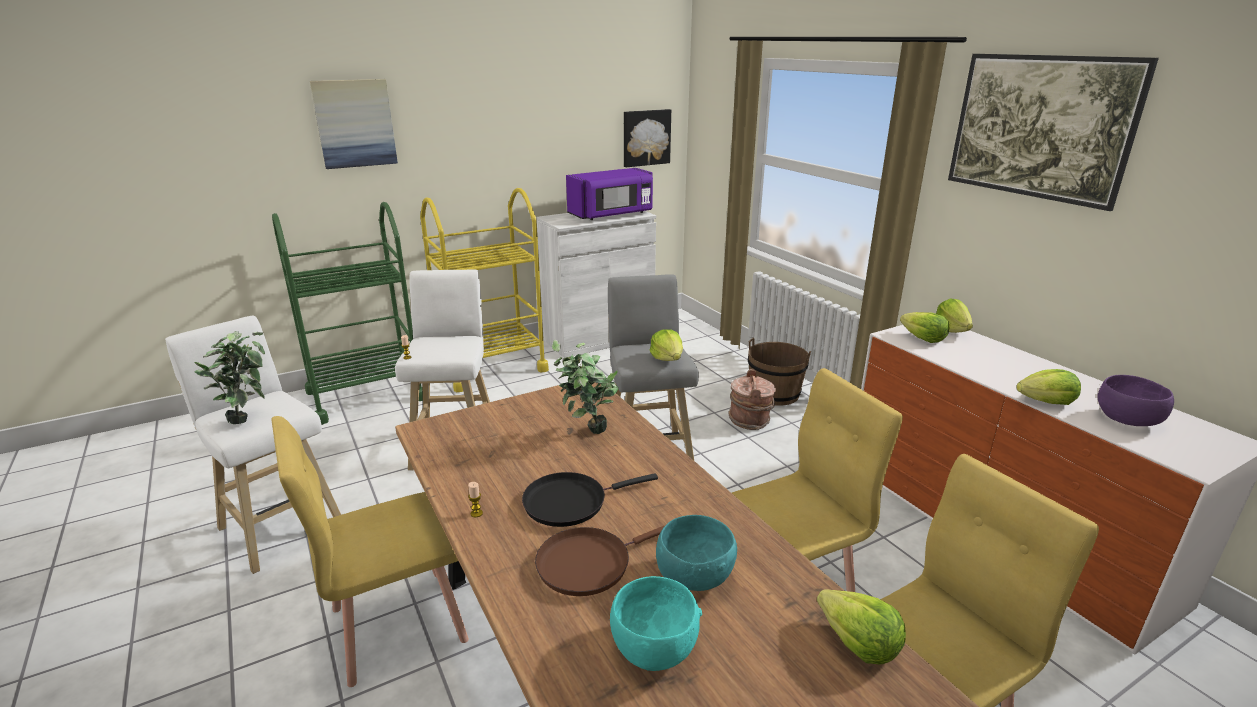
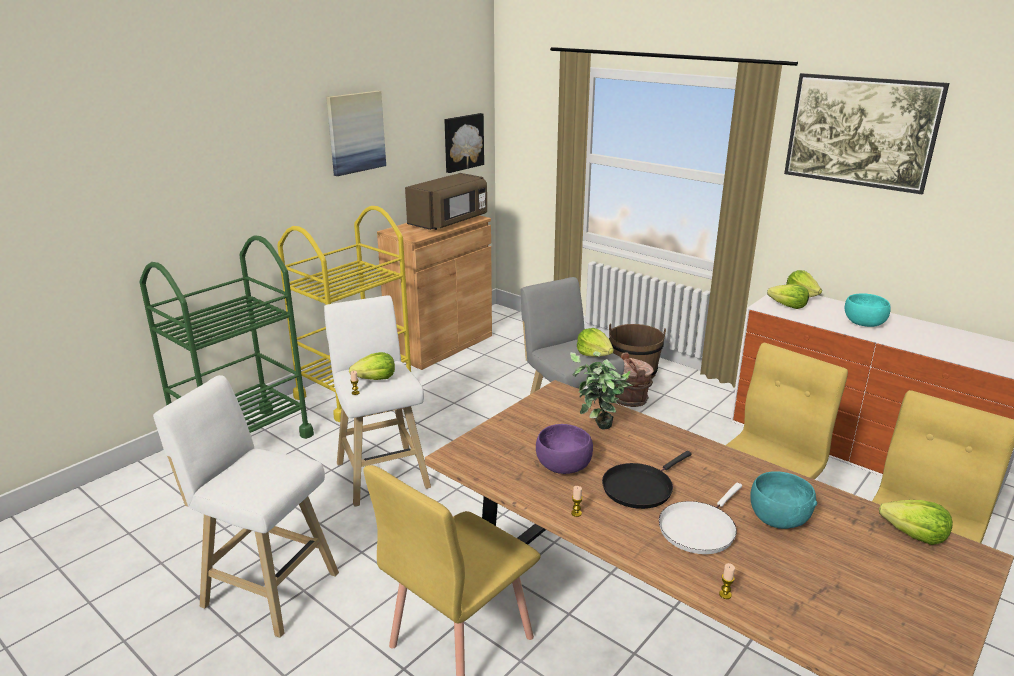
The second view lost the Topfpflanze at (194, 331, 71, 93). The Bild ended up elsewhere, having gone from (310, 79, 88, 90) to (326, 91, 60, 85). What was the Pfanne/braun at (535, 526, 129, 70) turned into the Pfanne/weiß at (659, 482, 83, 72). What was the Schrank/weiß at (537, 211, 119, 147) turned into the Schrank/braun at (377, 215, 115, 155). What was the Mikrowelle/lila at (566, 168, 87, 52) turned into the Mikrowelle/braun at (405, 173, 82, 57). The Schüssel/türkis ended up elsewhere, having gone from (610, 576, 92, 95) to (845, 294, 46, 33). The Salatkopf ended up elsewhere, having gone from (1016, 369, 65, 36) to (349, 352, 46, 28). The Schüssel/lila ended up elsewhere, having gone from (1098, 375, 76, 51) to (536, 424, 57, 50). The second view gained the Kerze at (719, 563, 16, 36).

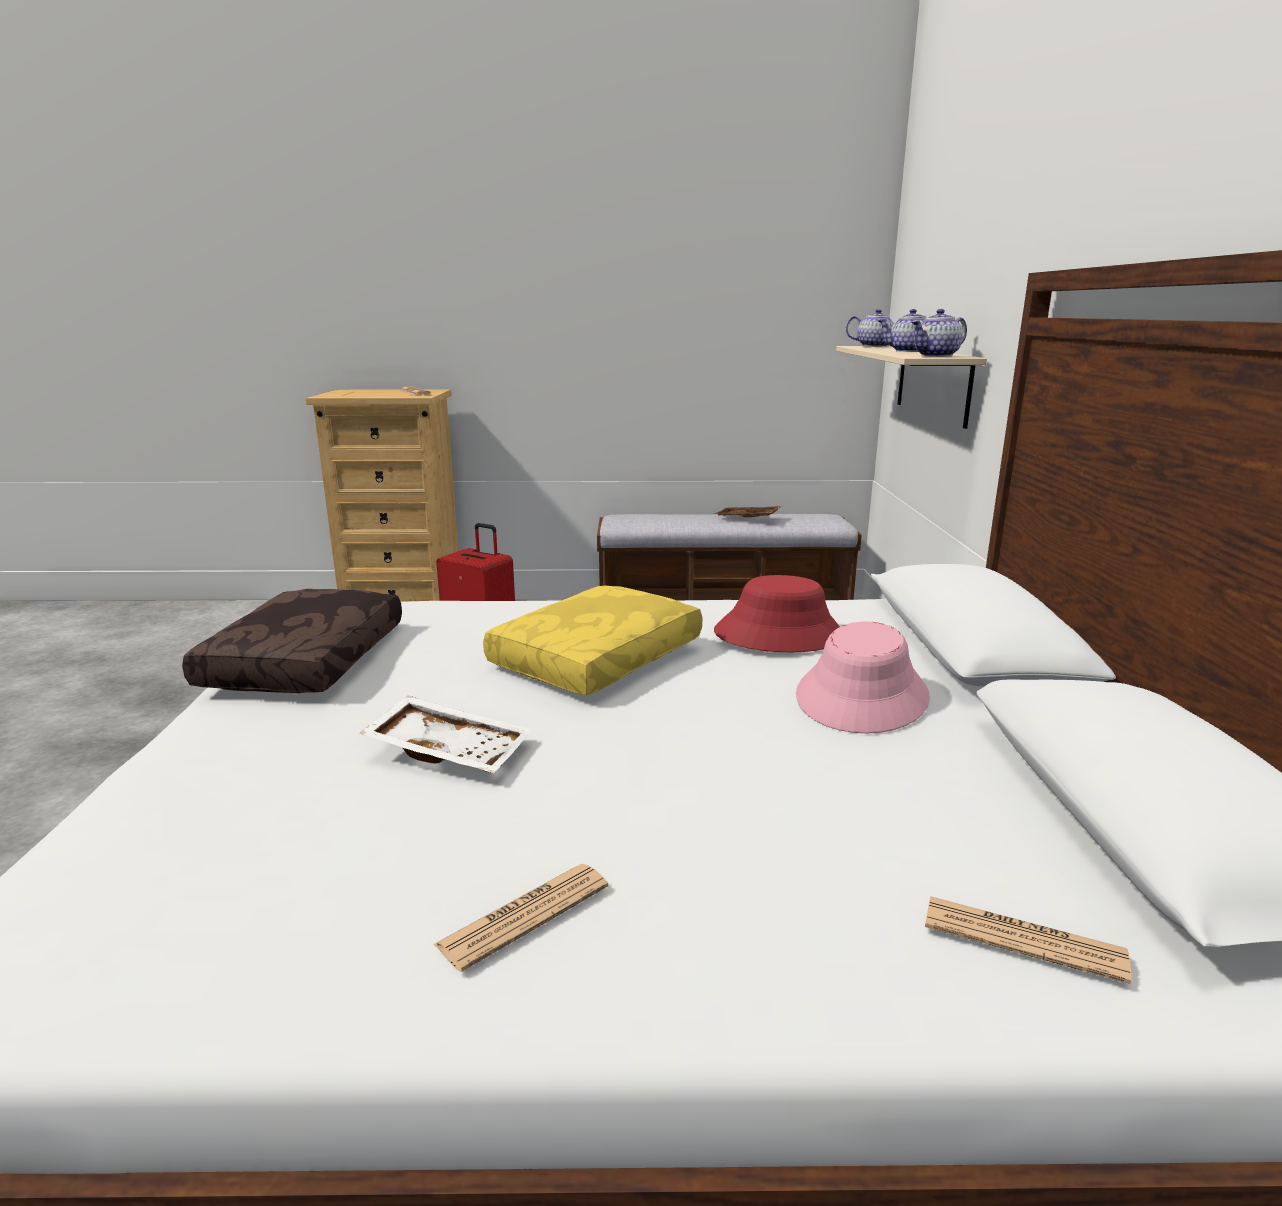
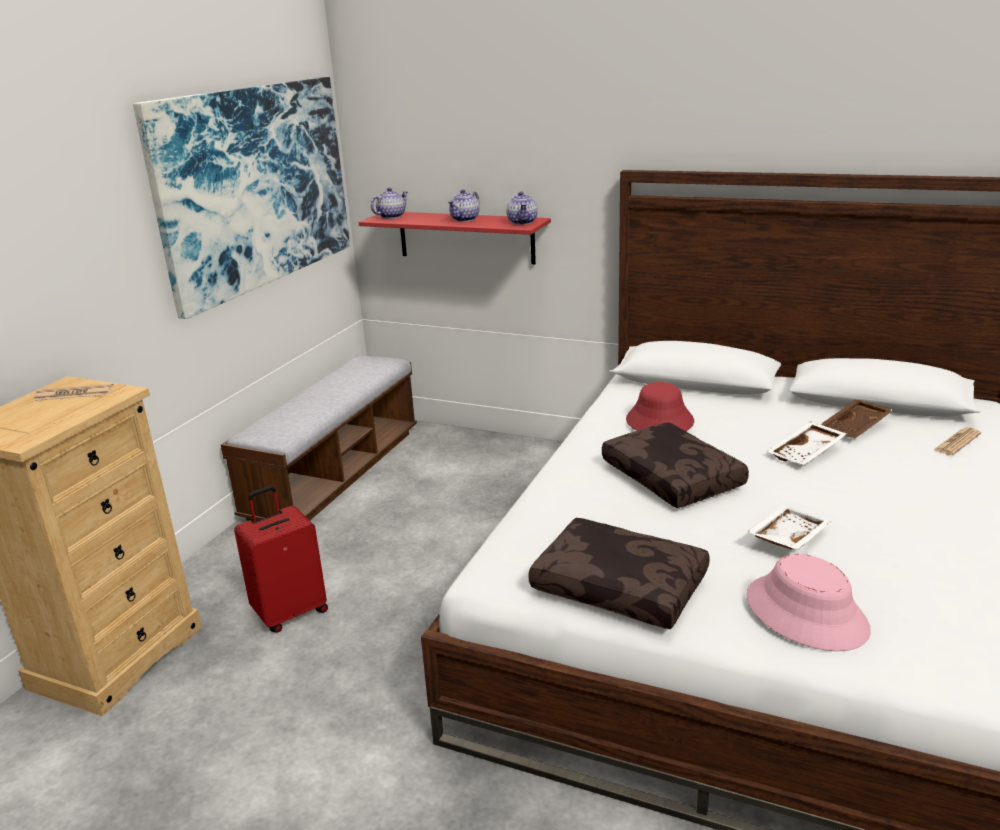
The second view lost the Zeitung at (433, 864, 175, 108). What was the Kissen/gelb at (483, 585, 219, 110) turned into the Kissen/braun at (602, 422, 147, 86). The Tablett/braun ended up elsewhere, having gone from (714, 506, 68, 12) to (820, 400, 73, 38). The Hut/rosa ended up elsewhere, having gone from (796, 621, 134, 112) to (746, 554, 125, 97). What was the Wandregal/beige at (836, 346, 151, 83) turned into the Wandregal/rot at (358, 212, 193, 52). The second view gained the Bild at (133, 77, 217, 242). The second view gained the Tablett/weiß at (767, 421, 80, 44).

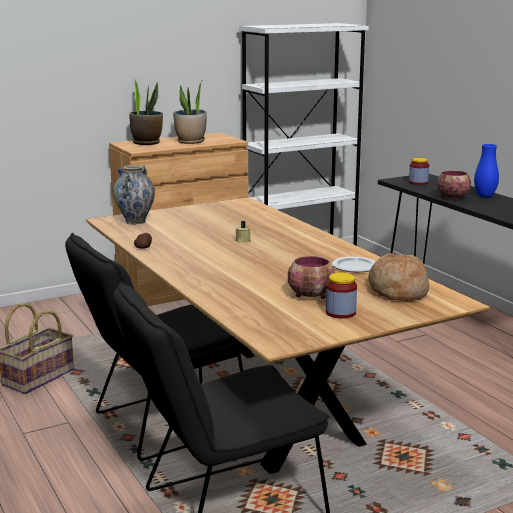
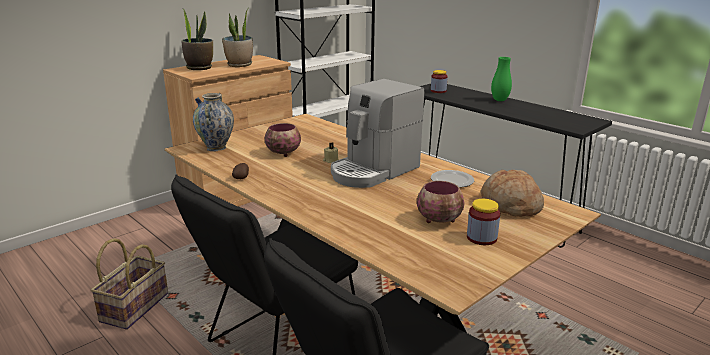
The Schüssel ended up elsewhere, having gone from (436, 170, 35, 31) to (264, 123, 37, 34). What was the Vase/blau at (474, 144, 25, 53) turned into the Vase/grün at (491, 57, 21, 44). The second view gained the Kaffeemaschine at (331, 79, 93, 109).

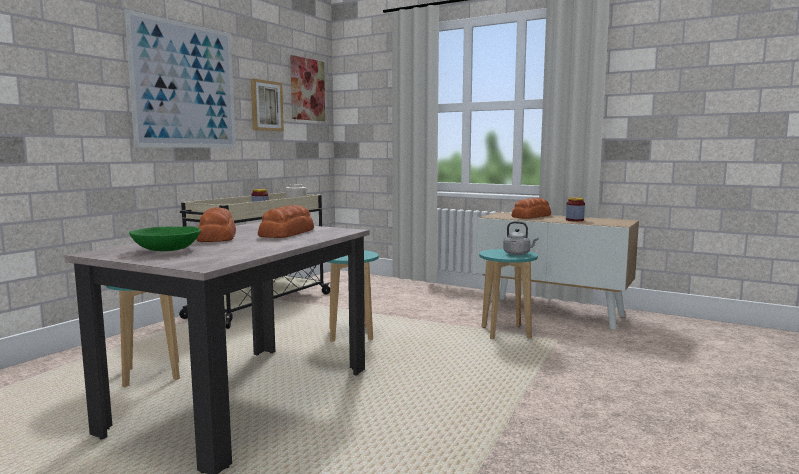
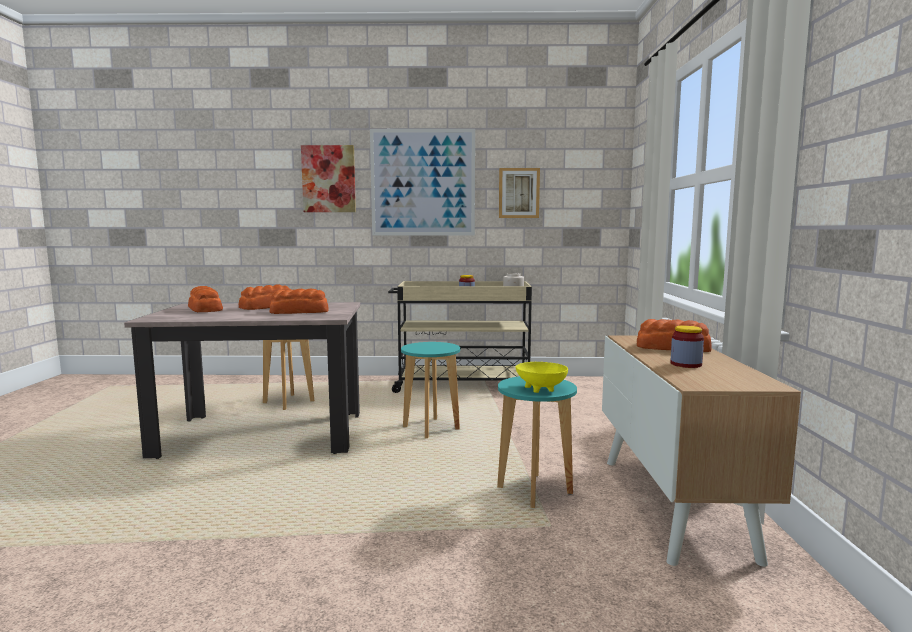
Where the Schüssel/grün stood at (129, 226, 72, 25), the Brot came to stand at (188, 286, 35, 26). The Bild ended up elsewhere, having gone from (290, 55, 35, 66) to (301, 145, 55, 67). Where the Wasserkessel/grau stood at (503, 221, 35, 34), the Schüssel/gelb came to stand at (515, 362, 53, 31).

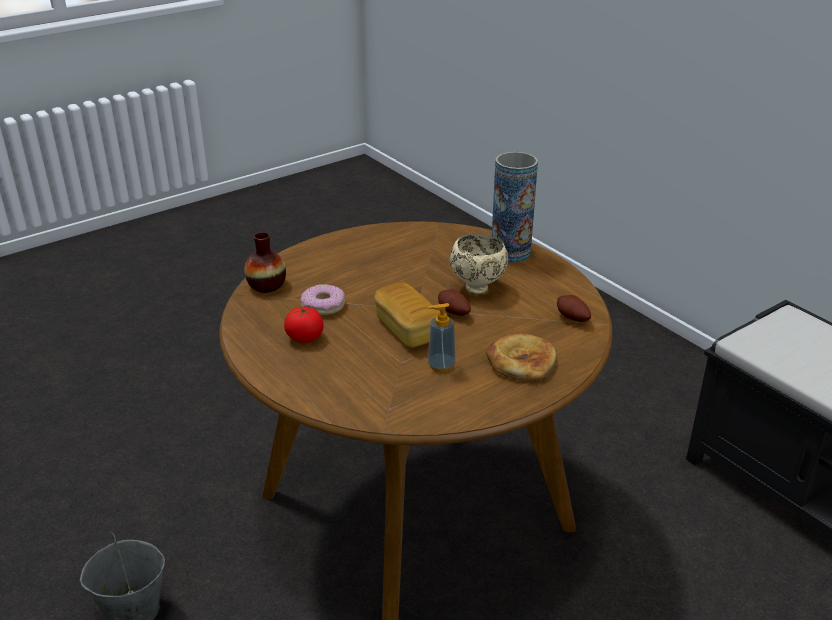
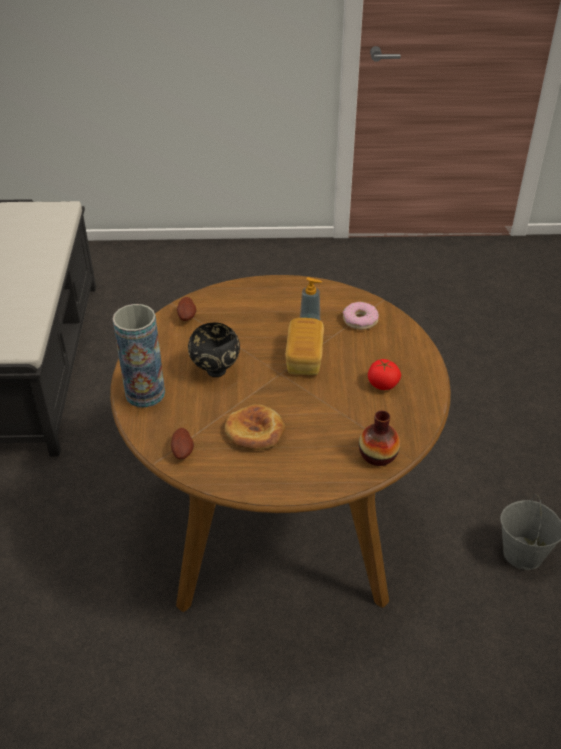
The Donut ended up elsewhere, having gone from (301, 284, 44, 32) to (343, 302, 36, 28). The Kartoffel ended up elsewhere, having gone from (438, 289, 33, 27) to (171, 428, 23, 31). What was the Schüssel/beige at (449, 233, 59, 61) turned into the Schüssel/schwarz at (188, 323, 52, 54). The Brot ended up elsewhere, having gone from (486, 333, 70, 48) to (225, 404, 60, 46).

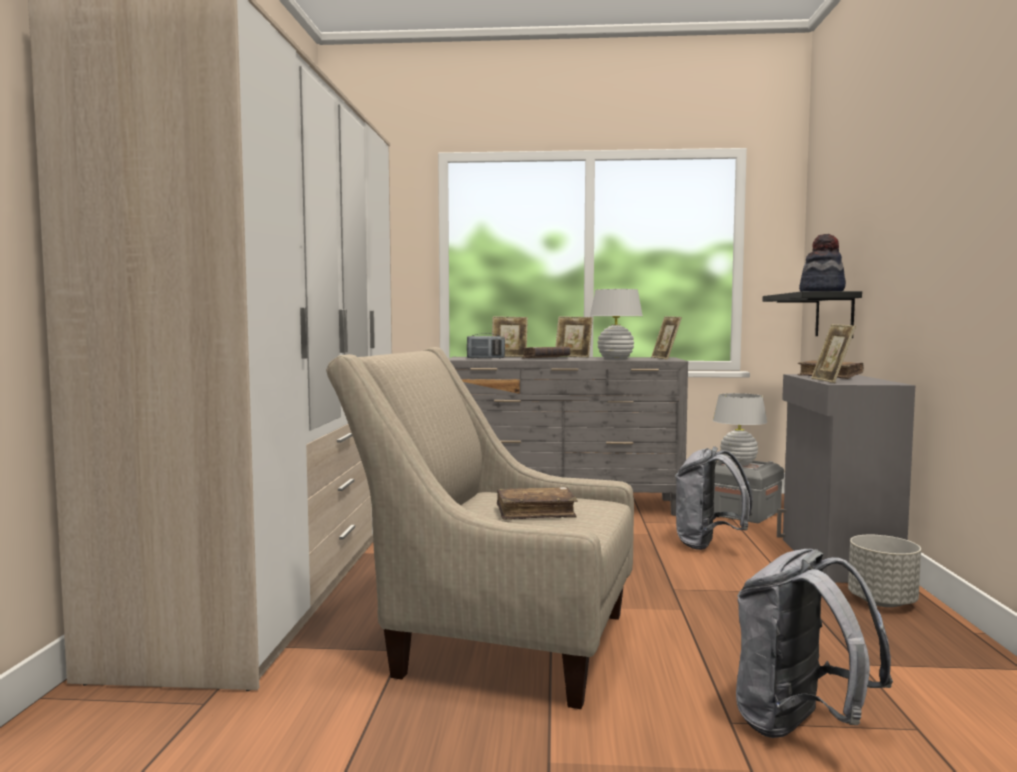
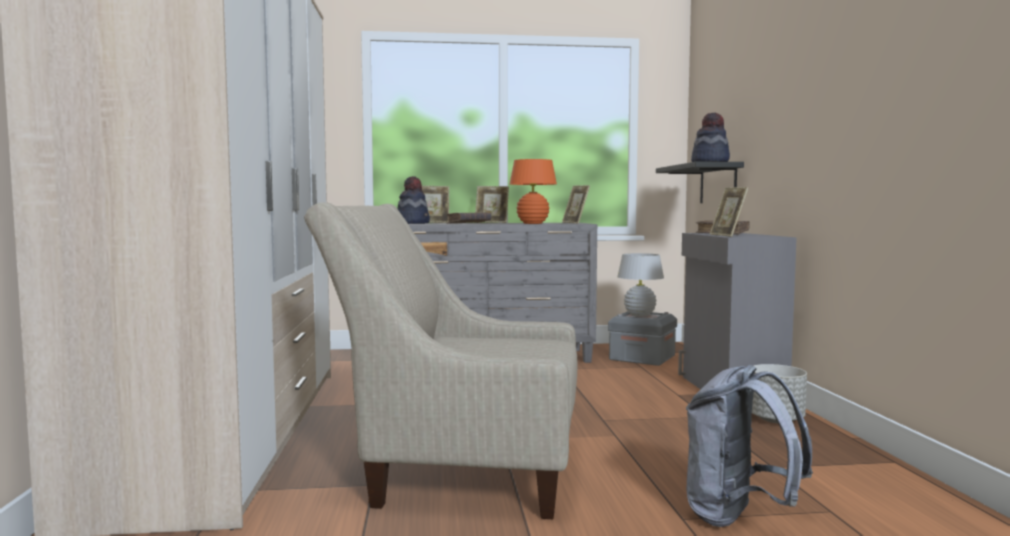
Where the Radio stood at (467, 333, 38, 25), the Hut came to stand at (397, 176, 33, 48). The second view lost the Buch/braun at (497, 487, 81, 33). What was the Tischlampe/weiß at (590, 289, 53, 71) turned into the Tischlampe/orange at (510, 159, 47, 65). The second view lost the Rucksack/grau at (675, 446, 77, 104).

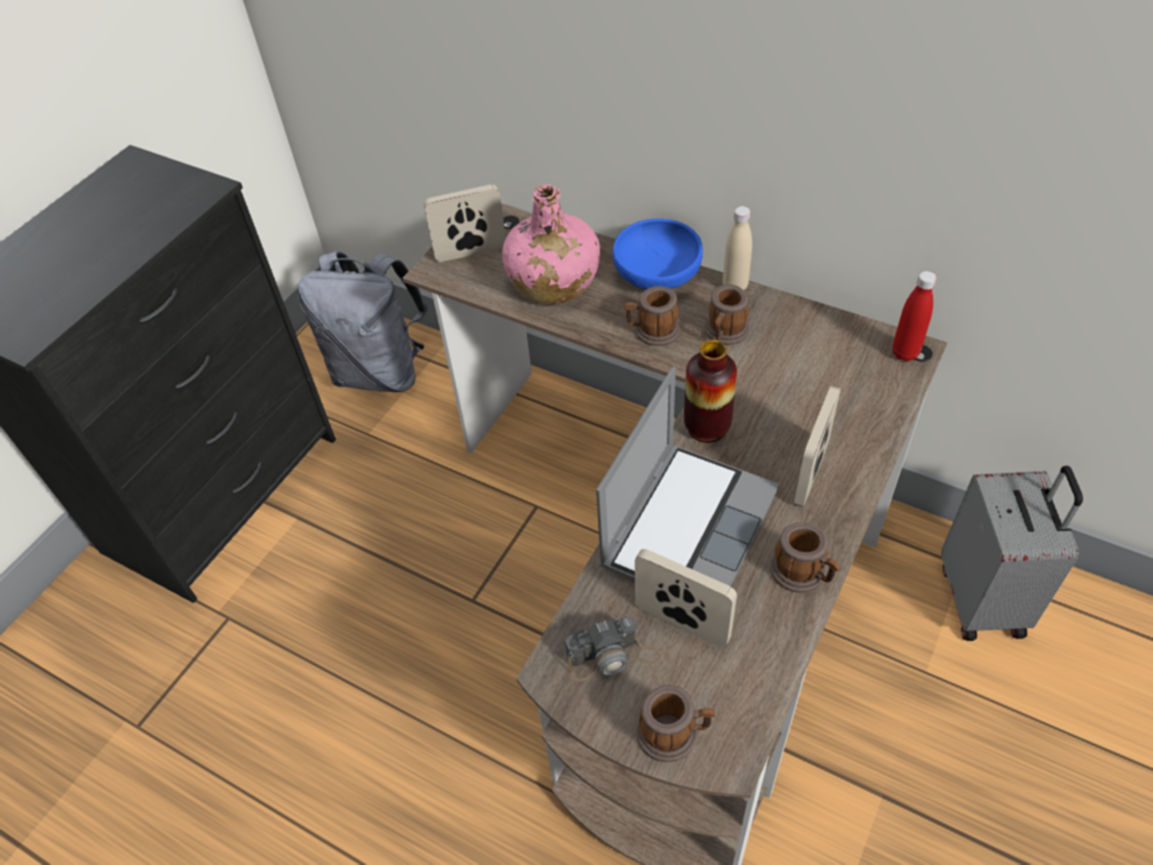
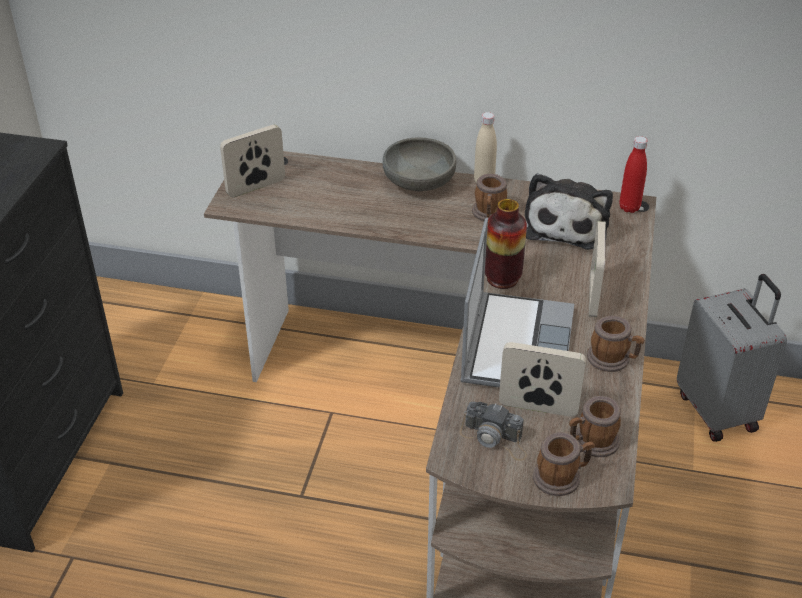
The second view lost the Rucksack/grau at (298, 251, 130, 141). The second view lost the Flasche/rosa at (502, 184, 98, 120). The Kamera at (565, 617, 96, 64) ended up facing another way, 60 degrees clockwise from before. What was the Schüssel/blau at (613, 218, 90, 71) turned into the Schüssel/grau at (383, 138, 73, 53). The Henkelbecher ended up elsewhere, having gone from (624, 286, 56, 60) to (569, 396, 52, 61). The second view gained the Plüschtier at (525, 173, 88, 77).

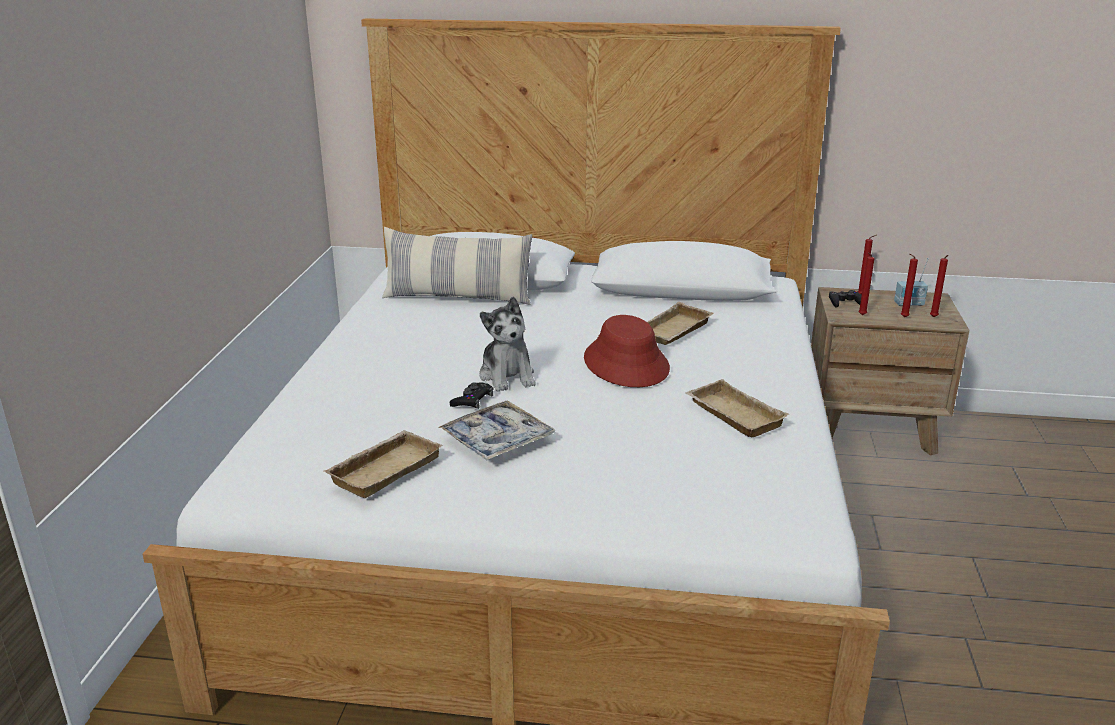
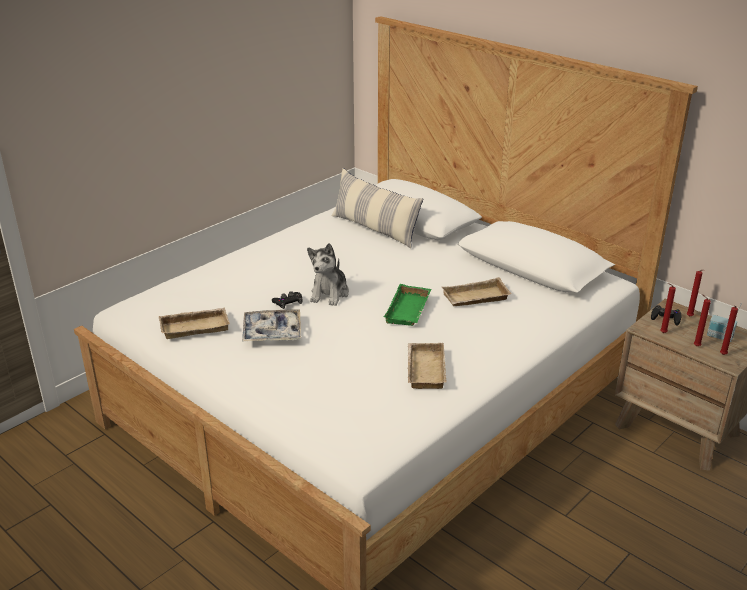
Where the Hut/rot stood at (584, 315, 86, 72), the Tablett/grün came to stand at (384, 284, 47, 42).

